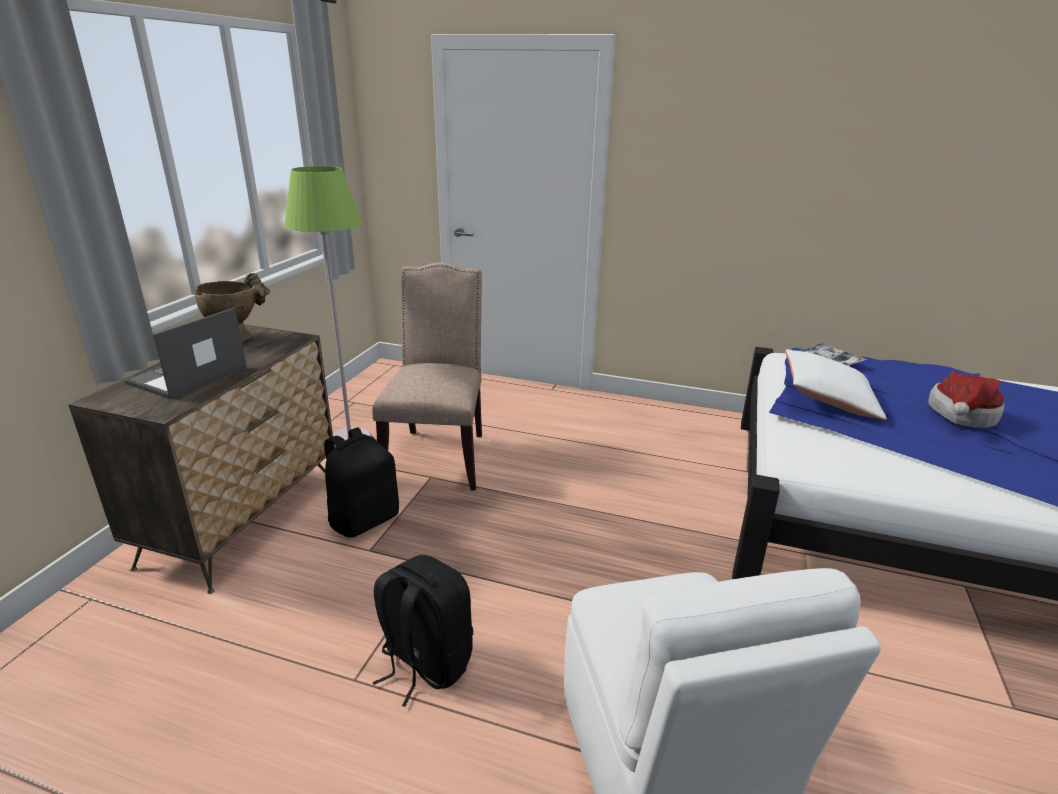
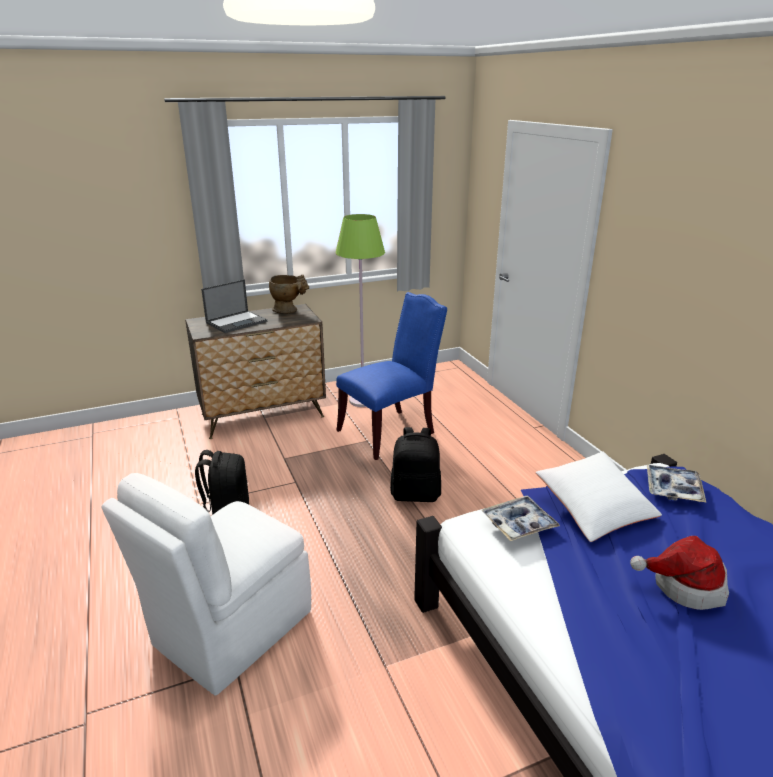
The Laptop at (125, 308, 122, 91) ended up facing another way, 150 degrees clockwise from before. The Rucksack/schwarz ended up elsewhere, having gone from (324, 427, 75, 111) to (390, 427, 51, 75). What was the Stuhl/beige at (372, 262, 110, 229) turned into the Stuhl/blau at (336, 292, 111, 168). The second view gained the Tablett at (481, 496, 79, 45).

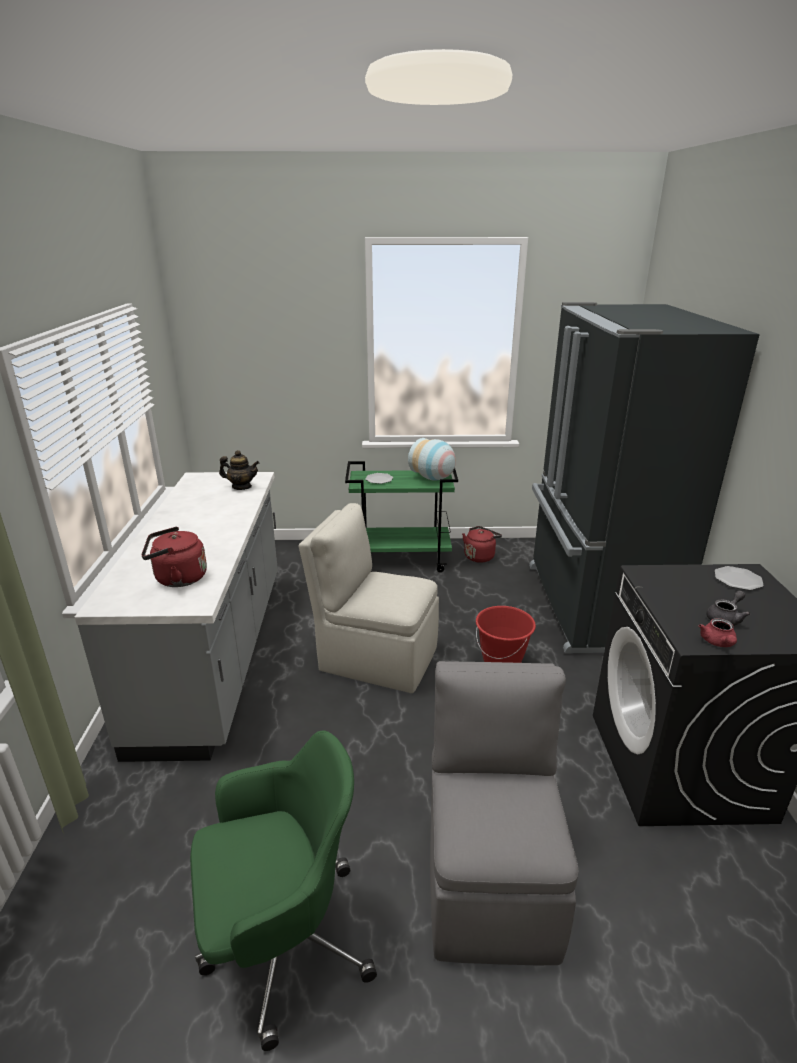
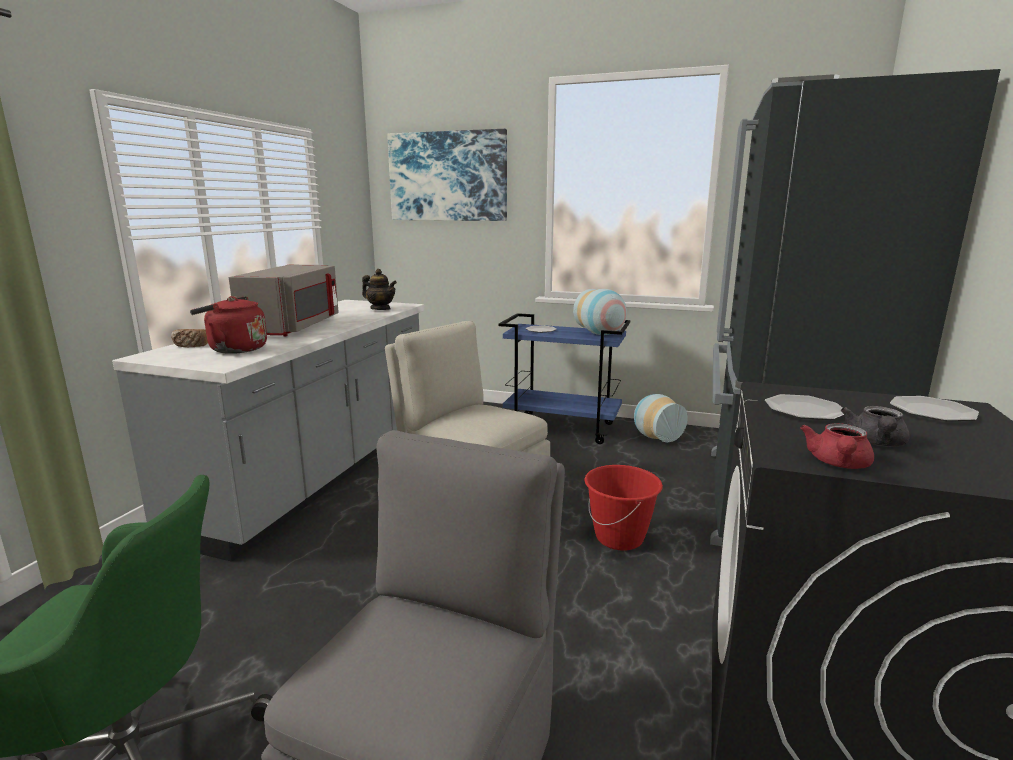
What was the Rollwagen/grün at (345, 461, 113, 111) turned into the Rollwagen/blau at (499, 313, 131, 131). Where the Wasserkessel/rot stood at (462, 526, 40, 37), the Vase came to stand at (634, 394, 54, 49). The Teekanne/grau at (706, 590, 44, 36) ended up facing another way, 135 degrees clockwise from before. The second view gained the Brot at (171, 329, 37, 18). The second view gained the Mikrowelle/grau at (229, 265, 110, 71). The second view gained the Bild at (387, 129, 120, 92). The second view gained the Teller at (765, 394, 79, 26).

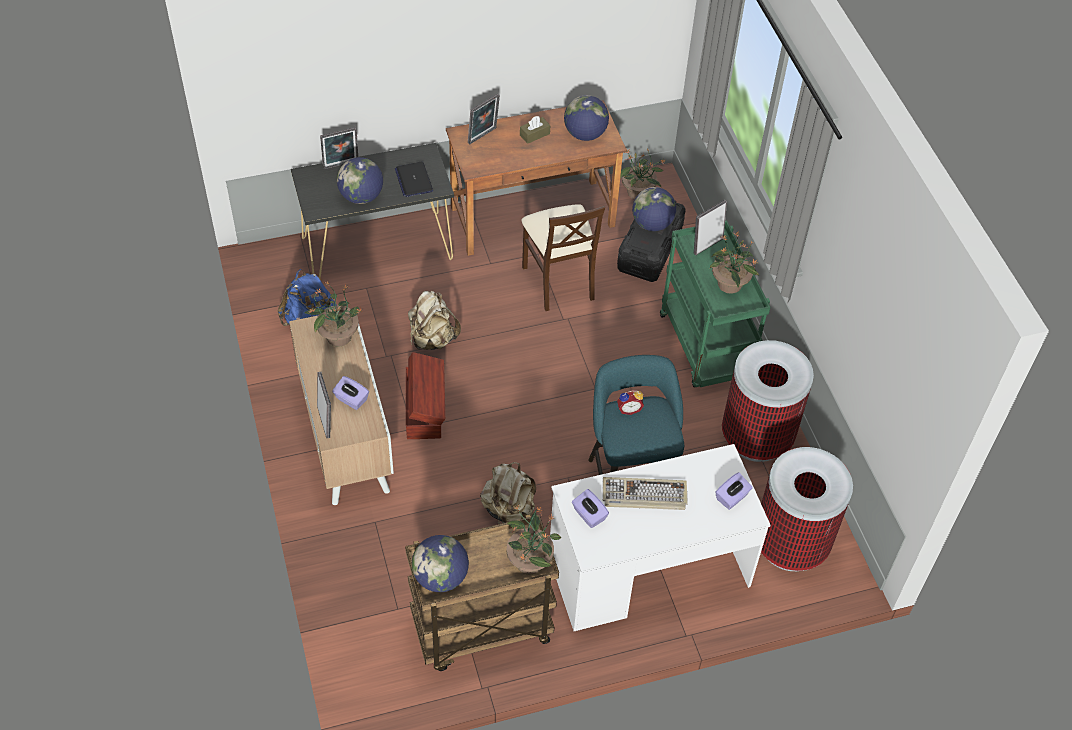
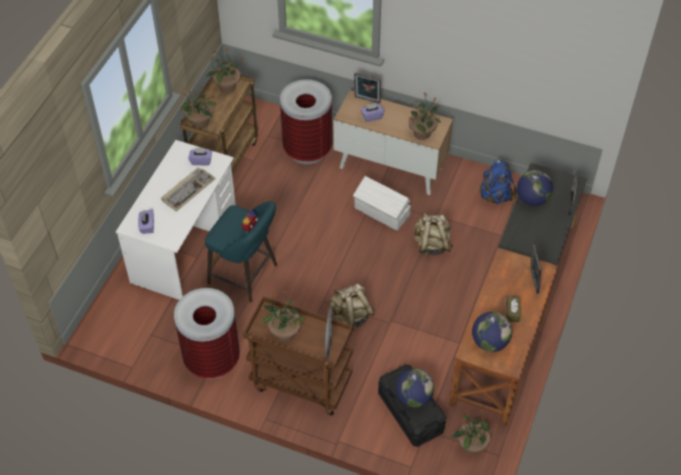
The second view lost the Laptop at (395, 161, 38, 36). What was the Aufbewahrungsbox/braun at (406, 352, 39, 87) turned into the Aufbewahrungsbox/weiß at (353, 176, 58, 55). Where the Globus stood at (412, 535, 57, 57), the Topfpflanze came to stand at (205, 47, 38, 46). The Rucksack/beige ended up elsewhere, having gone from (480, 462, 56, 62) to (329, 284, 46, 46). The second view lost the Stuhl/beige at (521, 204, 84, 107). What was the Rollwagen/grün at (660, 220, 110, 168) turned into the Rollwagen/braun at (243, 296, 110, 120). The Mülleimer ended up elsewhere, having gone from (761, 447, 92, 124) to (280, 79, 52, 85).

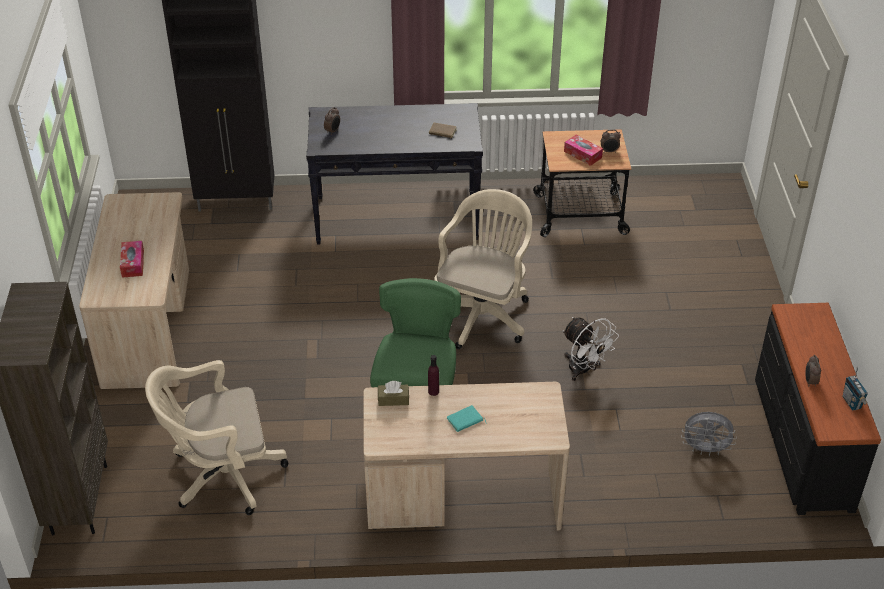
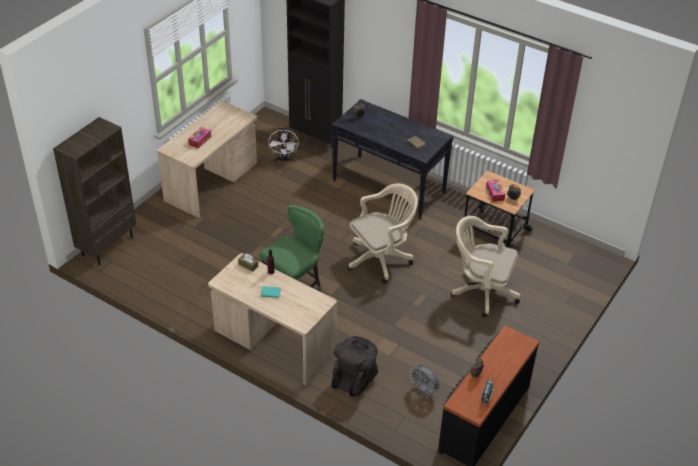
The Bürostuhl/beige ended up elsewhere, having gone from (145, 360, 143, 155) to (451, 216, 70, 101). The Ventilator/weiß ended up elsewhere, having gone from (563, 317, 56, 64) to (269, 127, 30, 35). The second view gained the Rucksack/schwarz at (332, 336, 46, 61).

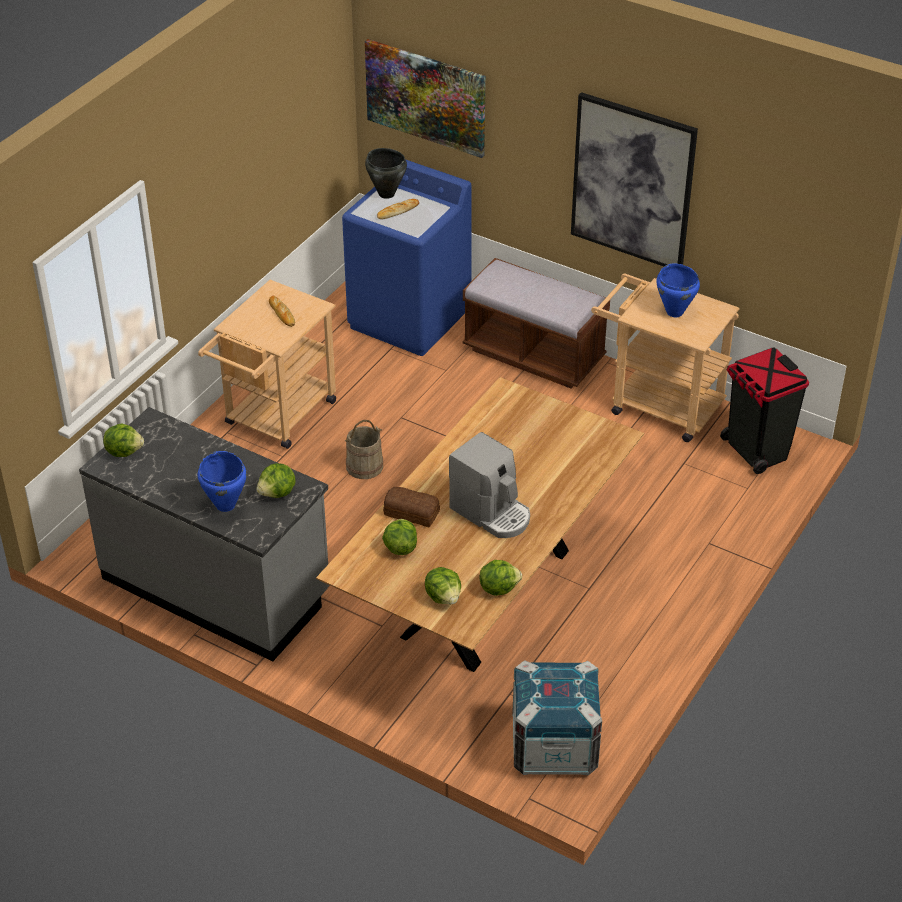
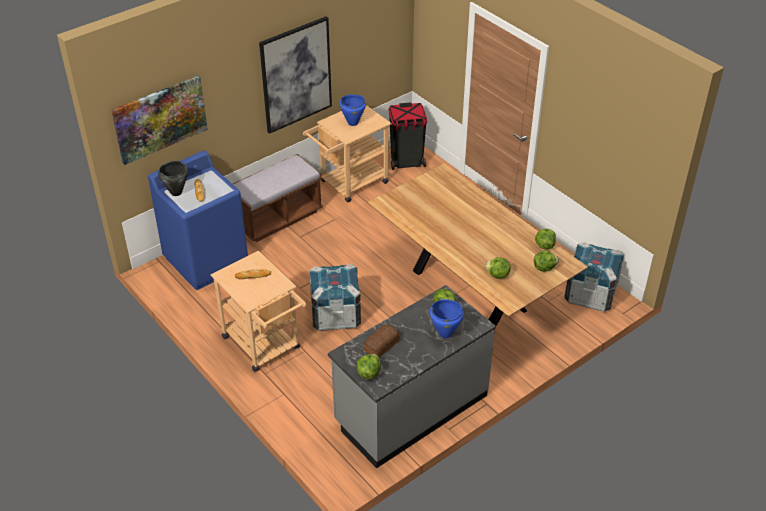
Where the Eimer/beige stood at (345, 420, 38, 59), the Kiste came to stand at (309, 264, 52, 67). The Brot ended up elsewhere, having gone from (383, 487, 57, 40) to (363, 324, 37, 33). The second view lost the Kaffeemaschine at (449, 432, 81, 106).

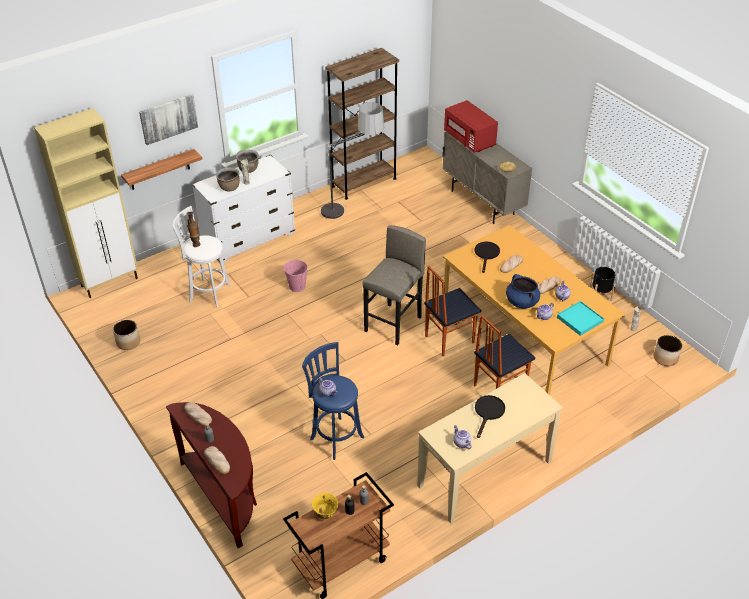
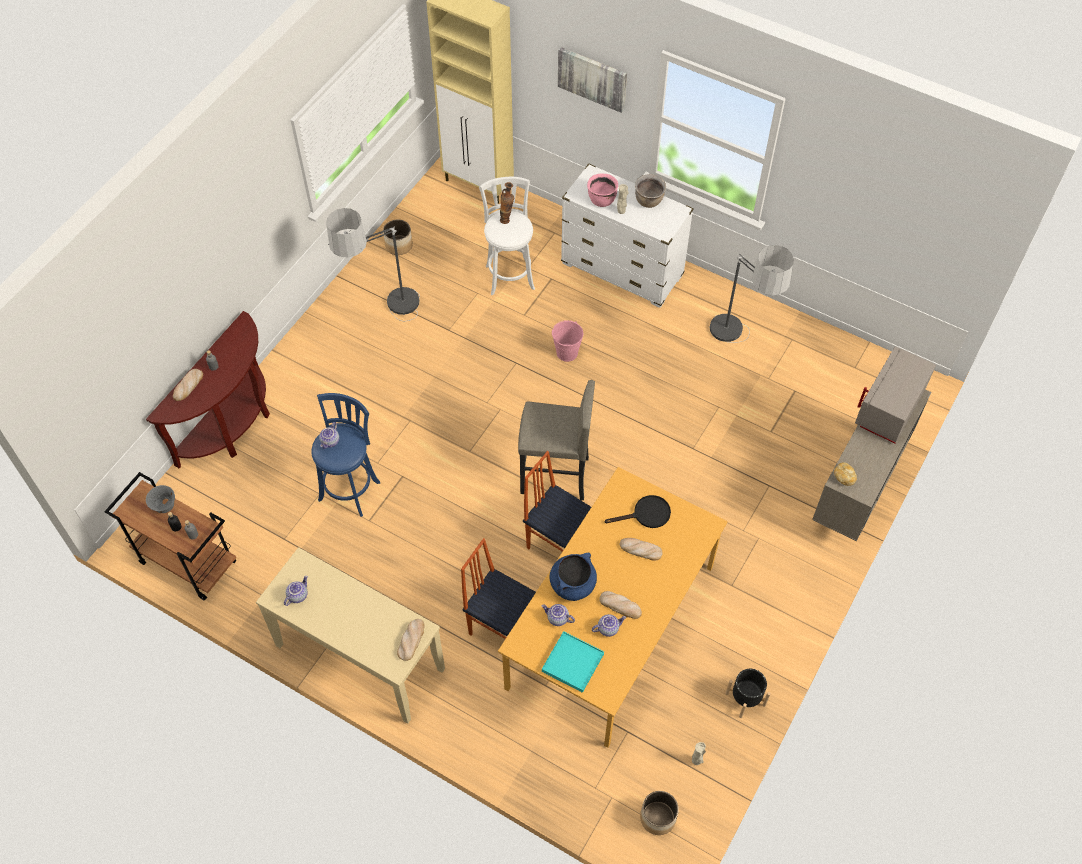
The second view lost the Wandregal at (121, 149, 81, 41). The Brot ended up elsewhere, having gone from (184, 402, 28, 24) to (397, 619, 28, 42). What was the Kochtopf/braun at (216, 167, 24, 25) turned into the Kochtopf/rosa at (587, 173, 31, 34). What was the Schüssel/gelb at (312, 493, 26, 26) turned into the Schüssel/grau at (146, 485, 29, 28). The second view lost the Bücherregal/braun at (325, 48, 74, 152). What was the Mikrowelle/rot at (444, 100, 54, 52) turned into the Mikrowelle/grau at (855, 346, 81, 97). The second view lost the Pfanne/schwarz at (475, 395, 30, 43). The second view gained the Stehlampe at (326, 208, 94, 113).

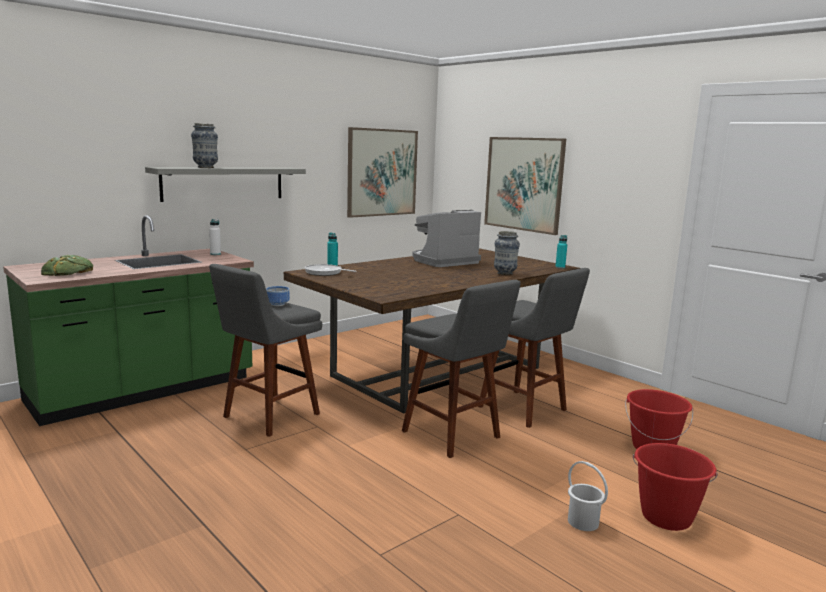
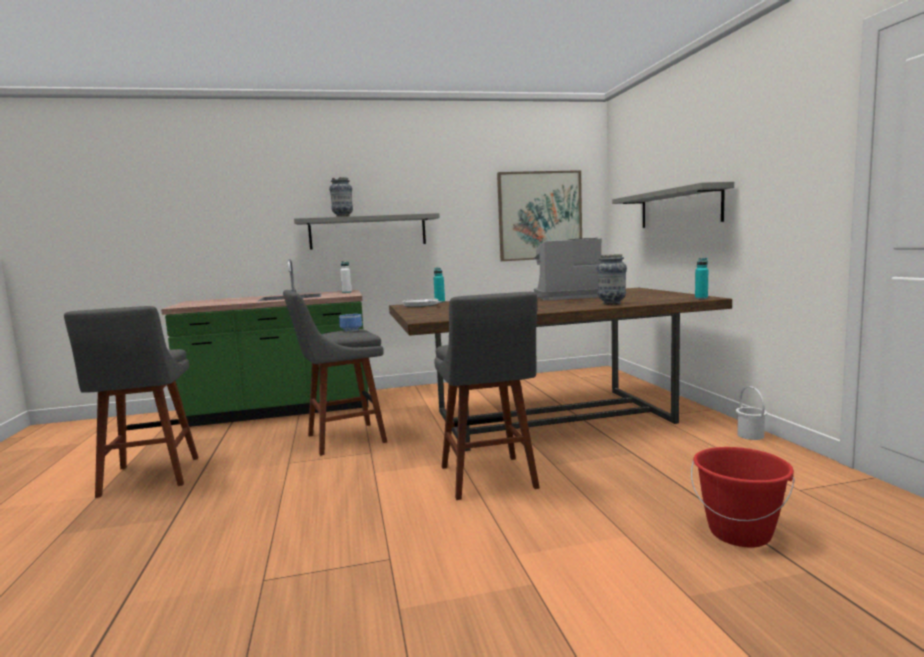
The second view lost the Brot at (41, 255, 52, 21). The Hocker/grau ended up elsewhere, having gone from (478, 268, 112, 160) to (64, 306, 135, 192). Where the Bild hung at (484, 137, 82, 98), the Wandregal/grau came to hang at (612, 182, 122, 46). The Eimer/weiß ended up elsewhere, having gone from (568, 461, 40, 70) to (736, 386, 31, 54). The second view lost the Eimer/rot at (633, 443, 85, 88).

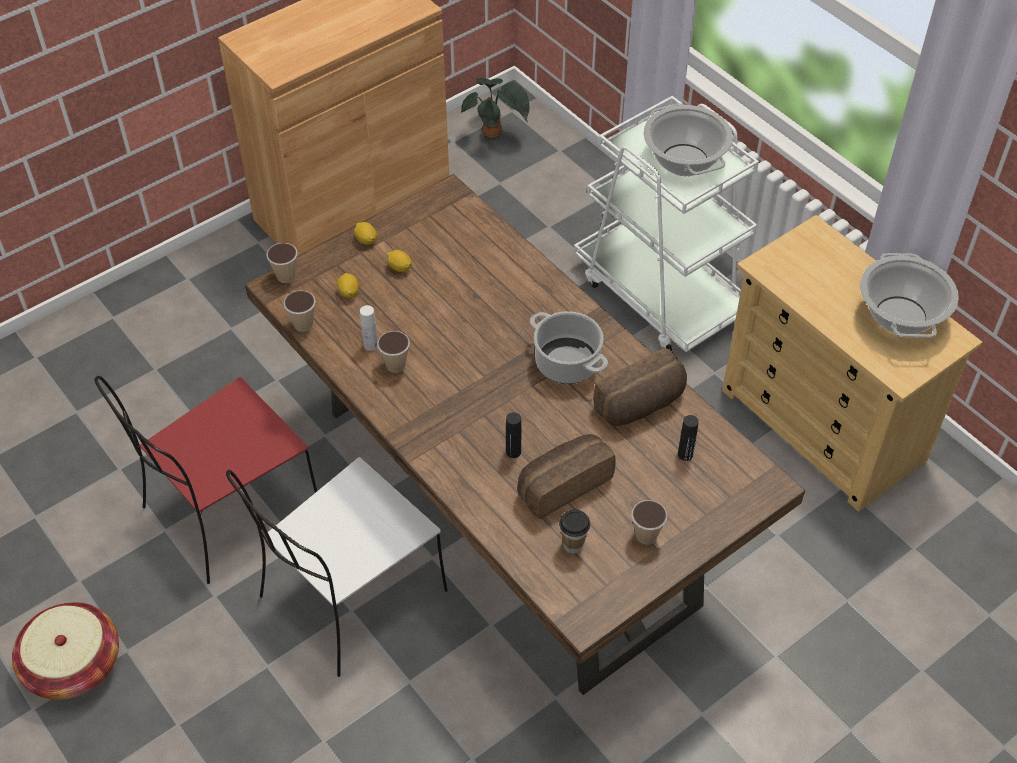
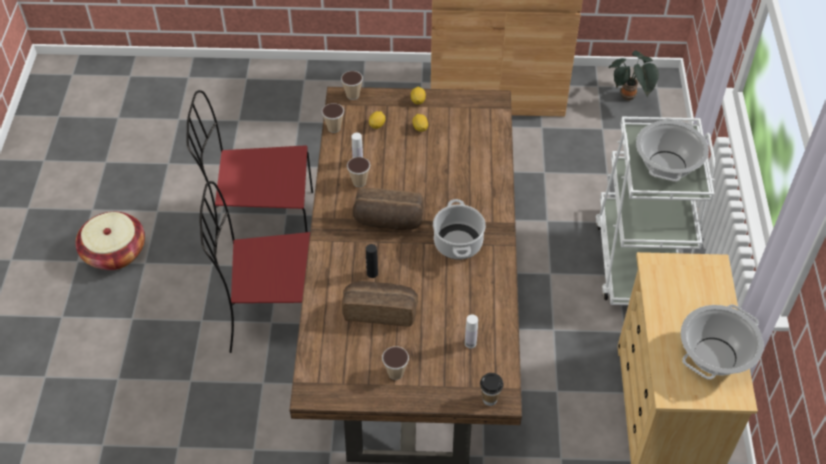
What was the Stuhl/weiß at (226, 457, 222, 220) turned into the Stuhl/rot at (199, 181, 111, 172). The Tasse ended up elsewhere, having gone from (559, 509, 31, 45) to (480, 373, 24, 33). The Brot ended up elsewhere, having gone from (593, 347, 94, 79) to (353, 187, 71, 43). What was the Flasche/schwarz at (678, 415, 21, 46) turned into the Flasche/weiß at (465, 314, 13, 34).

